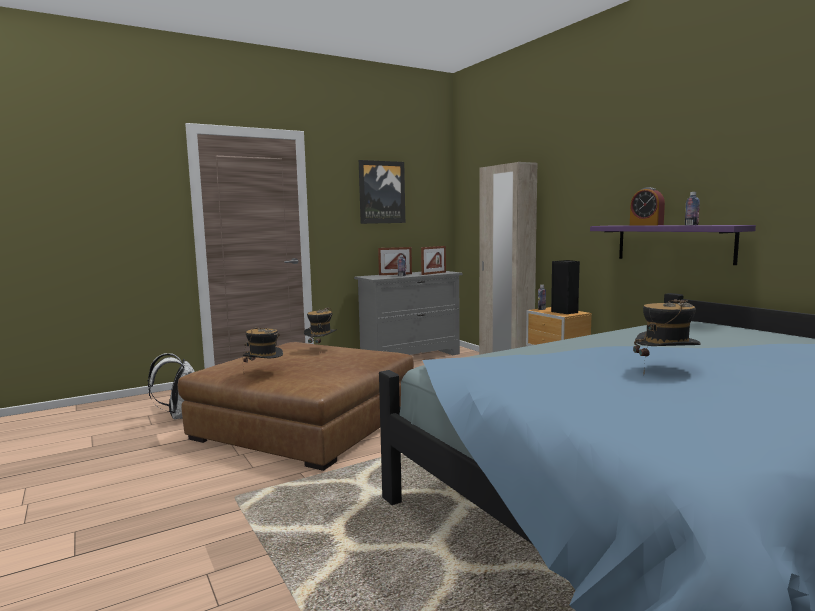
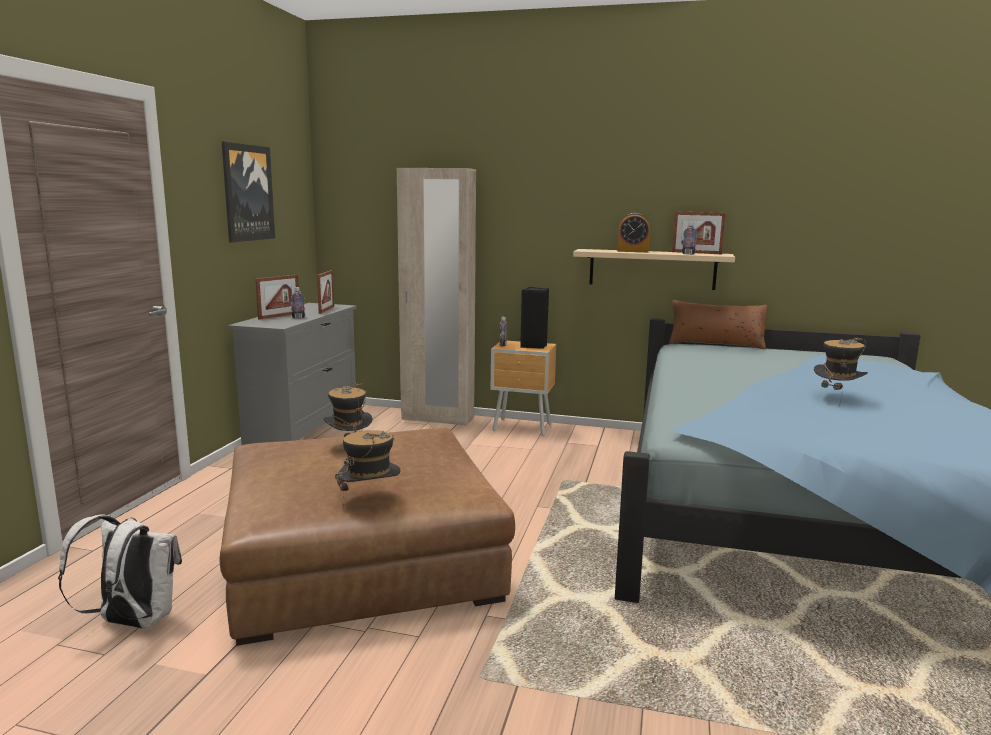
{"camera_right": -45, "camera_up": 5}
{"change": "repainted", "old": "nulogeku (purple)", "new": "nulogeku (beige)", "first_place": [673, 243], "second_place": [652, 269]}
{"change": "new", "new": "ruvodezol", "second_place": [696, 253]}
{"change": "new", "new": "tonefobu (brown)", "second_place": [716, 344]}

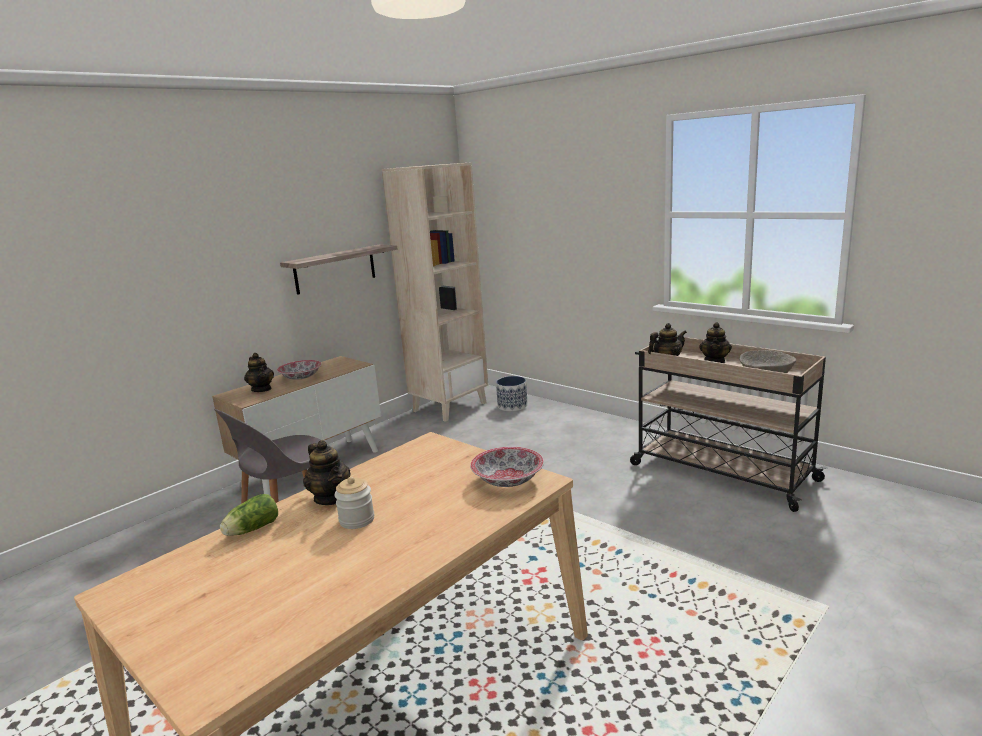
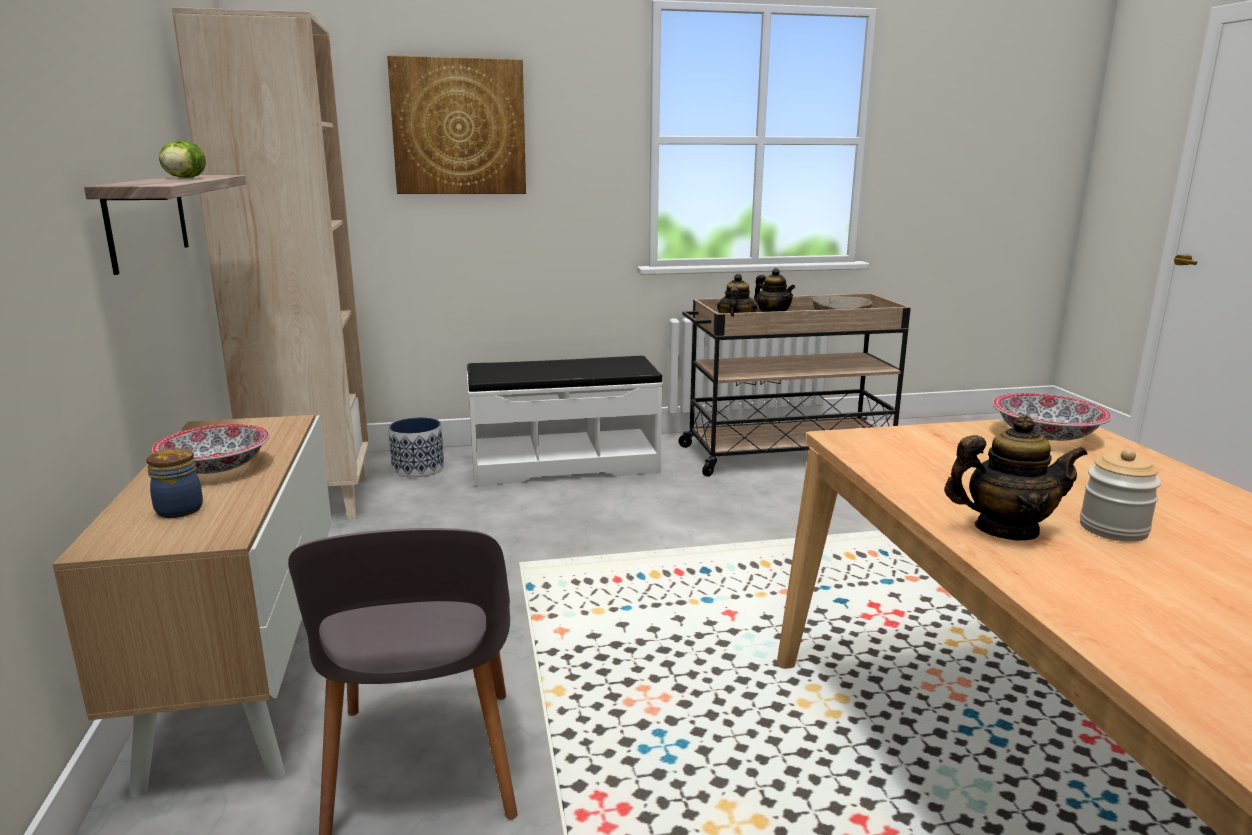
{"camera_right": -55, "camera_up": 0}
{"change": "swapped", "old": "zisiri", "new": "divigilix", "first_place": [262, 389], "second_place": [181, 509]}
{"change": "shifted", "old": "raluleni", "first_place": [251, 530], "second_place": [182, 178]}
{"change": "new", "new": "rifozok", "second_place": [459, 127]}
{"change": "new", "new": "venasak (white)", "second_place": [564, 464]}

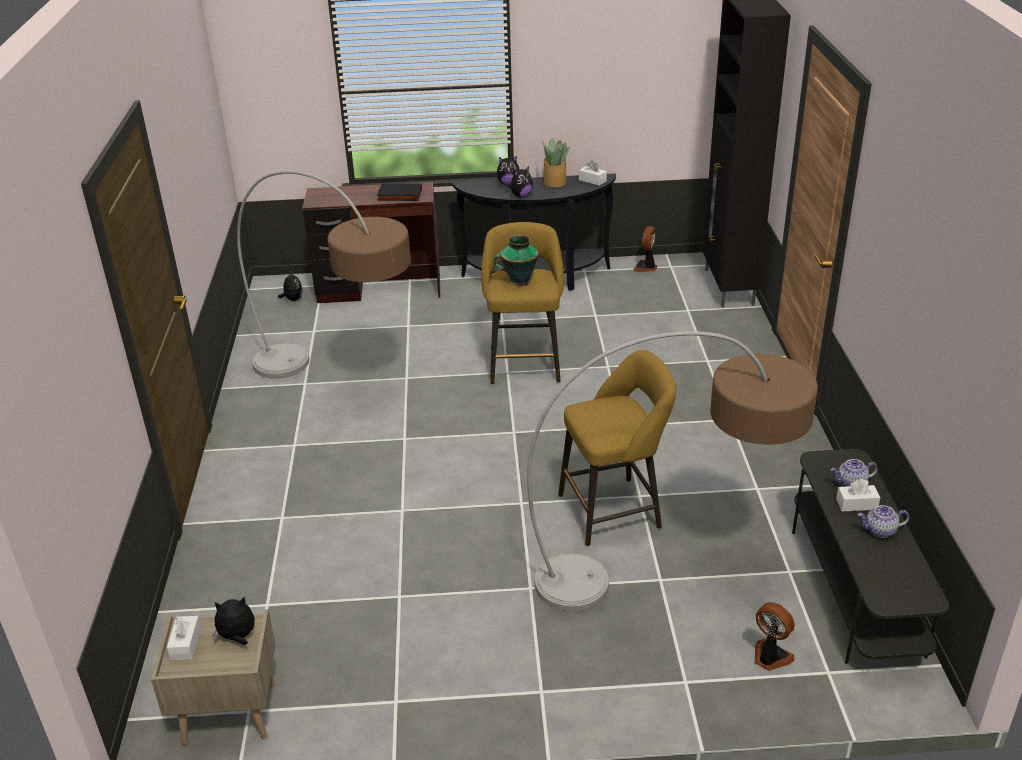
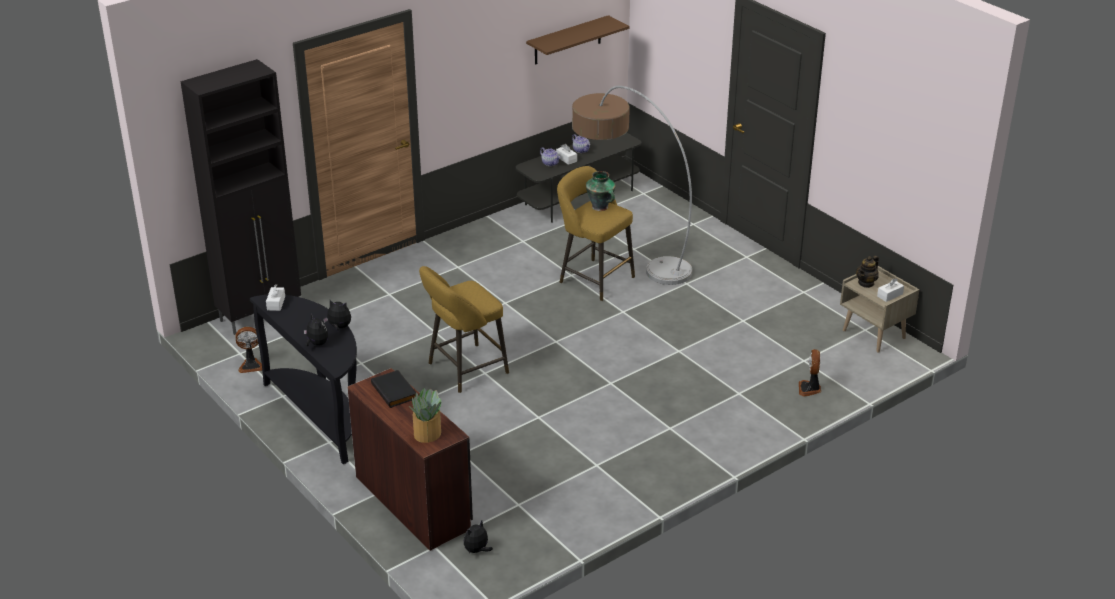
{"camera_right": -125, "camera_up": 0}
{"change": "shifted", "old": "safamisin", "first_place": [555, 181], "second_place": [426, 434]}
{"change": "gone", "old": "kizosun", "first_place": [341, 384]}
{"change": "shifted", "old": "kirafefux", "first_place": [518, 281], "second_place": [600, 207]}
{"change": "swapped", "old": "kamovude", "new": "zisiri", "first_place": [237, 637], "second_place": [866, 283]}
{"change": "shifted", "old": "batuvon", "first_place": [770, 657], "second_place": [810, 389]}
{"change": "new", "new": "nulogeku (brown)", "second_place": [567, 40]}

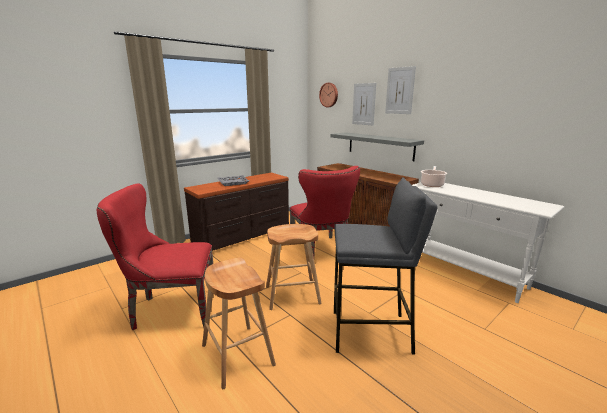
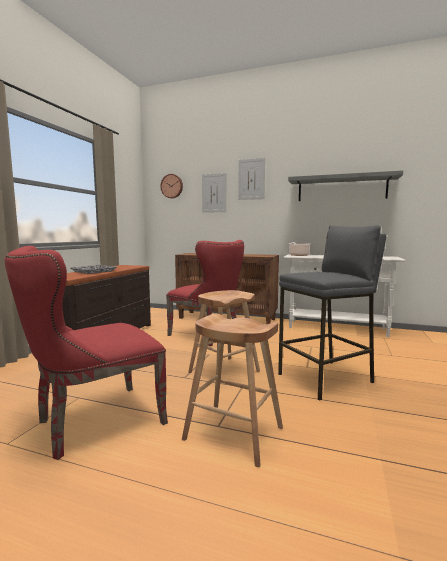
{"camera_right": -30, "camera_up": -10}
{"change": "shifted", "old": "nulogeku (grey)", "first_place": [380, 146], "second_place": [341, 188]}

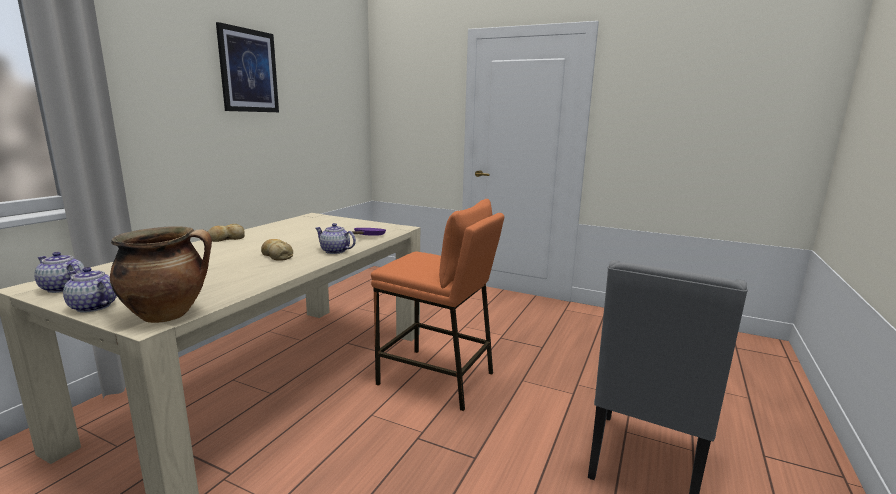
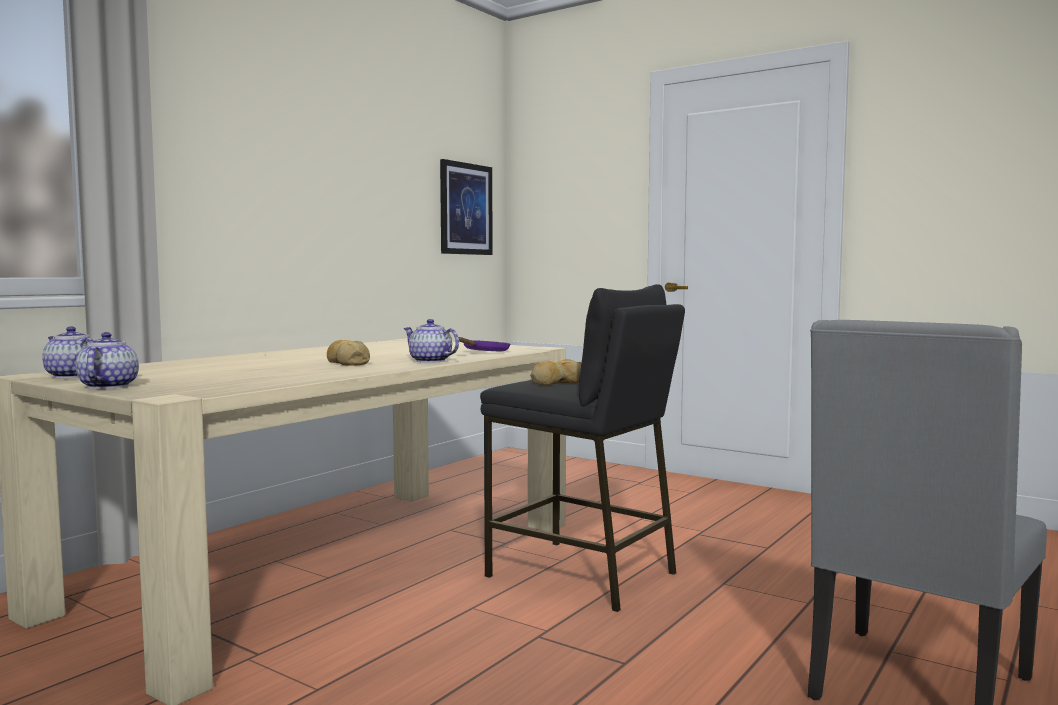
{"camera_right": 10, "camera_up": -10}
{"change": "shifted", "old": "rifozok", "first_place": [248, 71], "second_place": [465, 209]}
{"change": "repainted", "old": "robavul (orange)", "new": "robavul (black)", "first_place": [436, 378], "second_place": [582, 574]}
{"change": "shifted", "old": "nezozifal", "first_place": [226, 238], "second_place": [556, 382]}
{"change": "gone", "old": "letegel", "first_place": [169, 314]}
{"change": "rotated", "old": "zisiri", "first_place": [93, 307], "second_place": [107, 386], "degrees": 45}

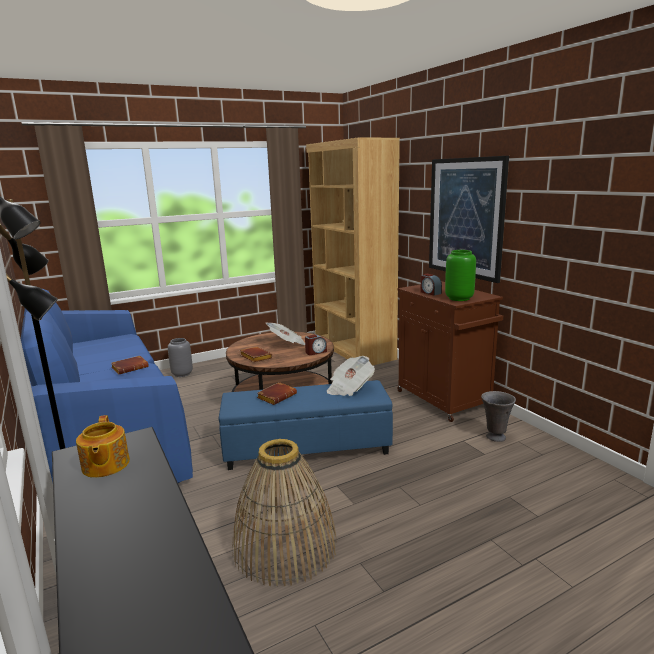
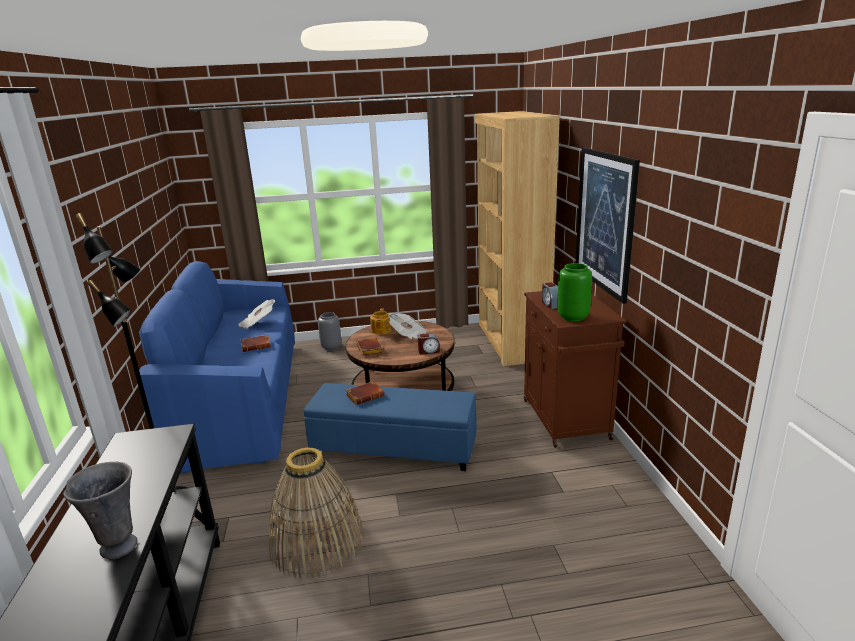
{"camera_right": 20, "camera_up": 5}
{"change": "shifted", "old": "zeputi", "first_place": [349, 388], "second_place": [258, 323]}
{"change": "shifted", "old": "kirafefux (grey)", "first_place": [495, 437], "second_place": [118, 546]}
{"change": "shifted", "old": "zisiri", "first_place": [105, 465], "second_place": [381, 330]}

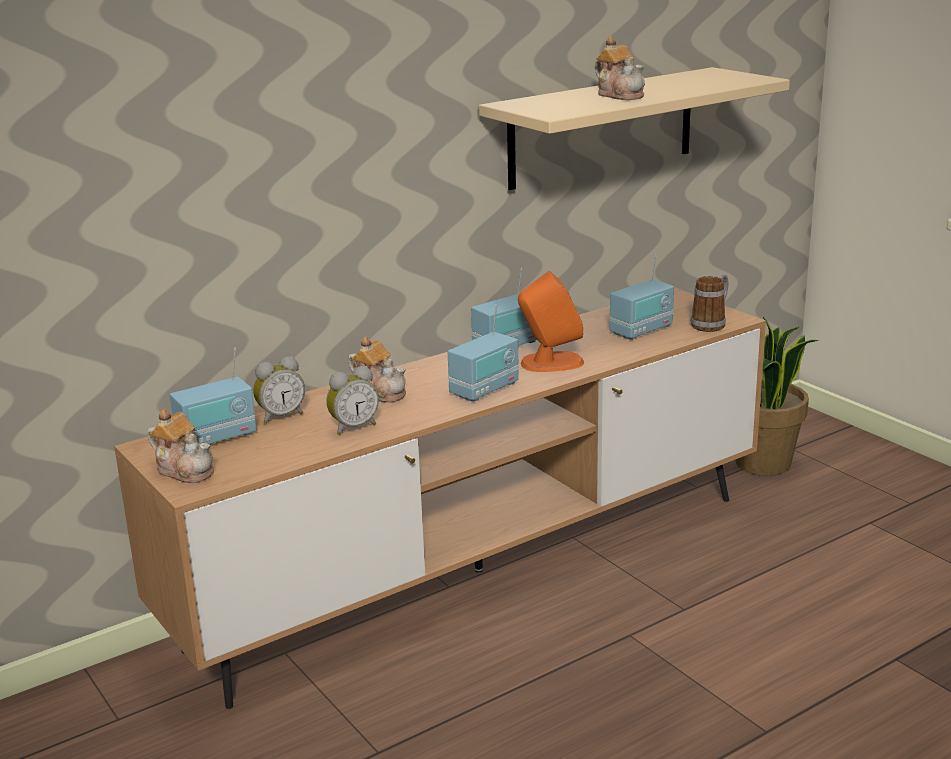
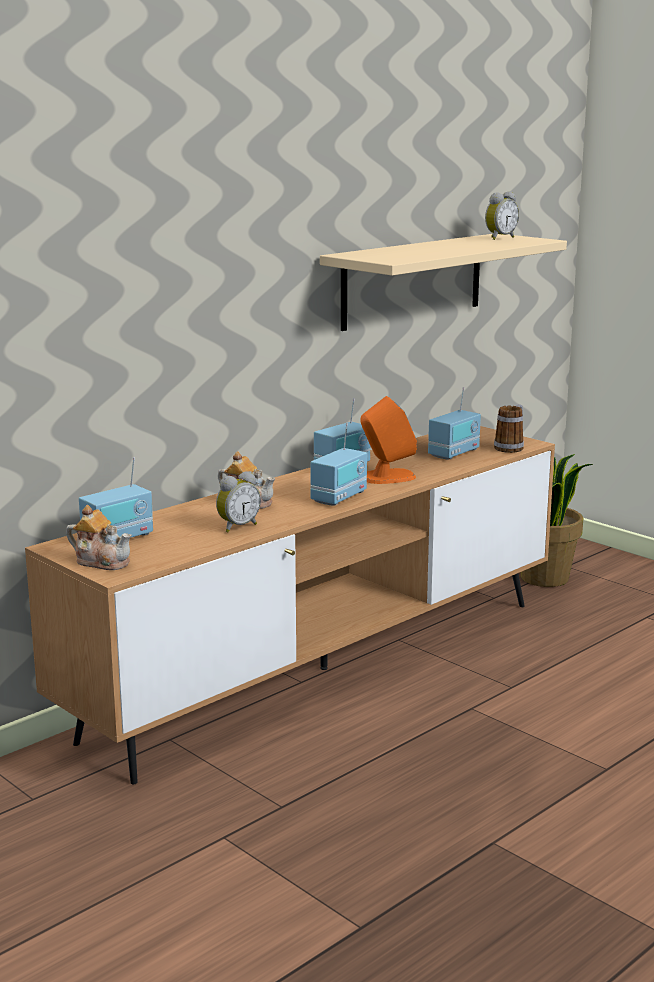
{"camera_right": -10, "camera_up": -5}
{"change": "gone", "old": "zisiri", "first_place": [620, 95]}
{"change": "shifted", "old": "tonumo", "first_place": [280, 416], "second_place": [499, 238]}

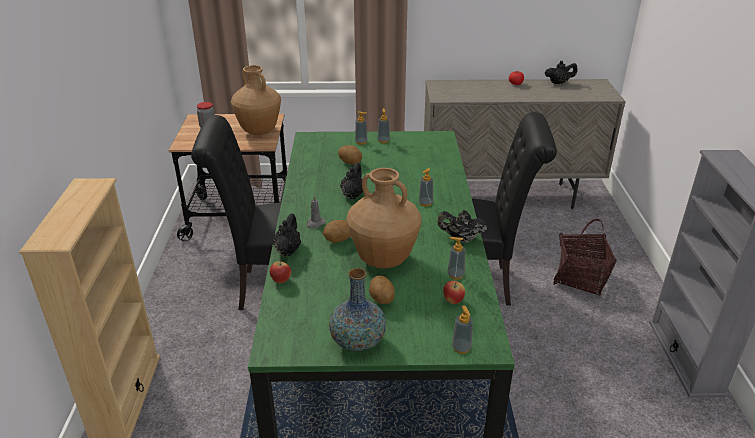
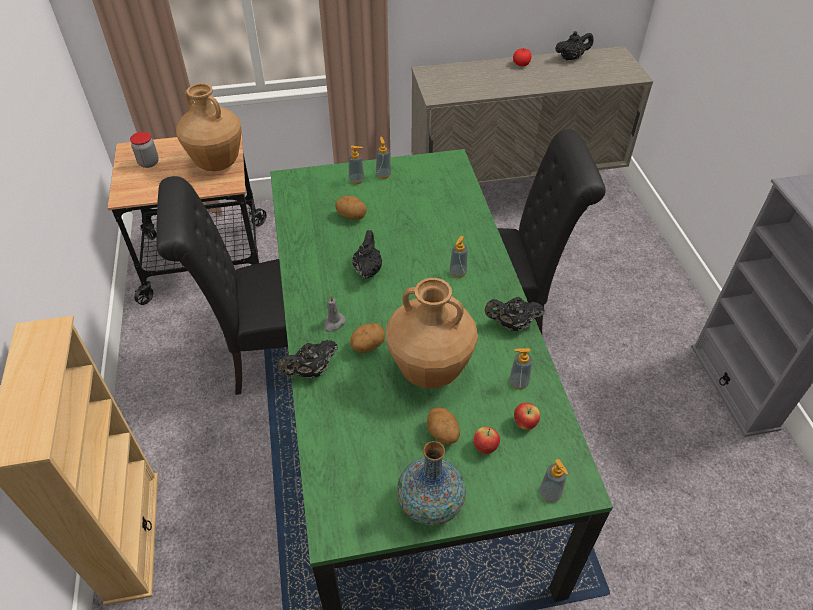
{"camera_right": -10, "camera_up": 15}
{"change": "rotated", "old": "zisiri (black)", "first_place": [288, 250], "second_place": [311, 371], "degrees": -120}
{"change": "gone", "old": "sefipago", "first_place": [580, 278]}
{"change": "shifted", "old": "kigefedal", "first_place": [281, 281], "second_place": [485, 448]}

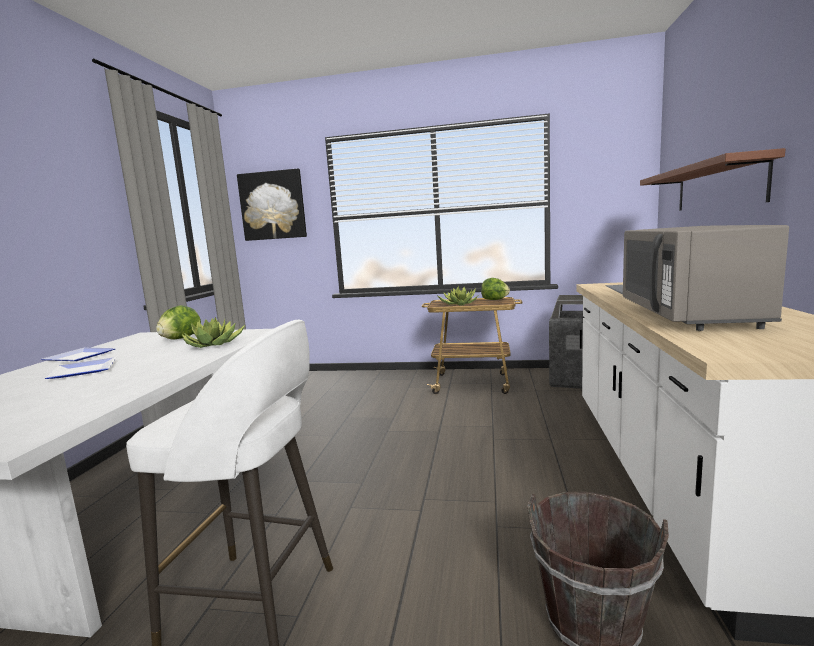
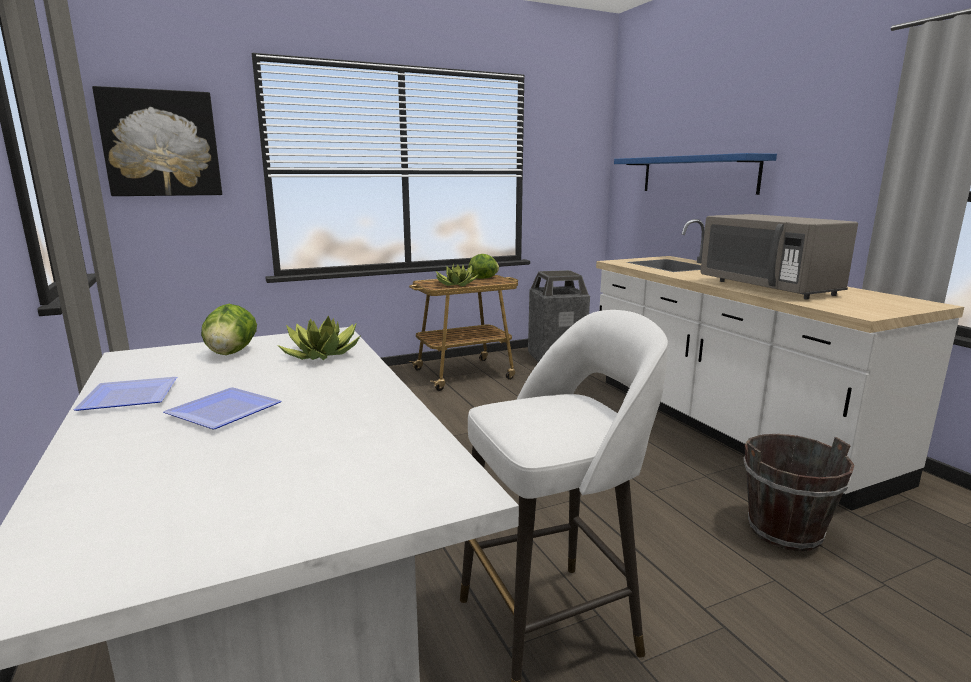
{"camera_right": -35, "camera_up": 5}
{"change": "repainted", "old": "nulogeku (brown)", "new": "nulogeku (blue)", "first_place": [718, 186], "second_place": [697, 174]}

